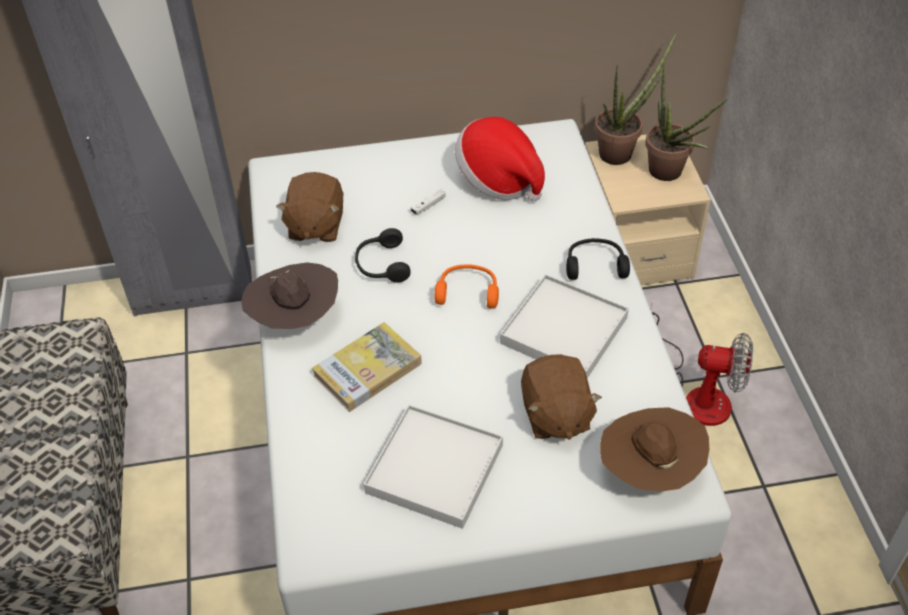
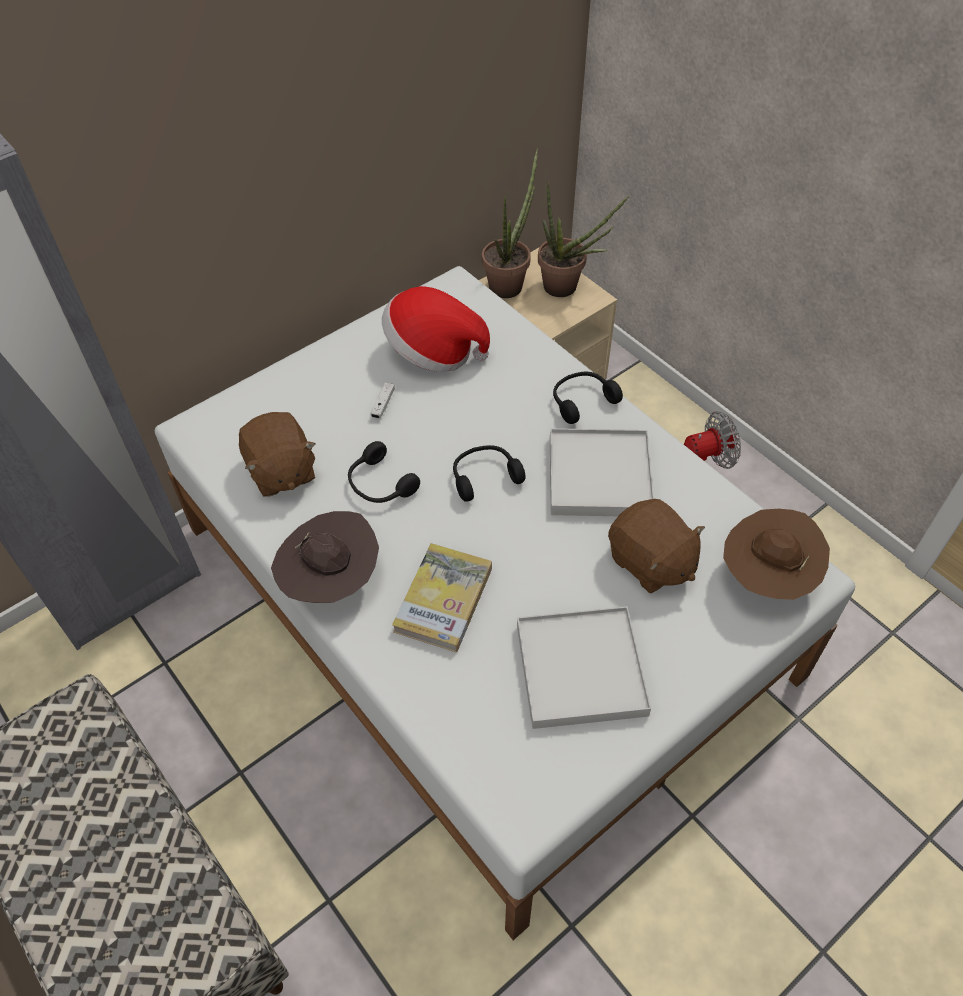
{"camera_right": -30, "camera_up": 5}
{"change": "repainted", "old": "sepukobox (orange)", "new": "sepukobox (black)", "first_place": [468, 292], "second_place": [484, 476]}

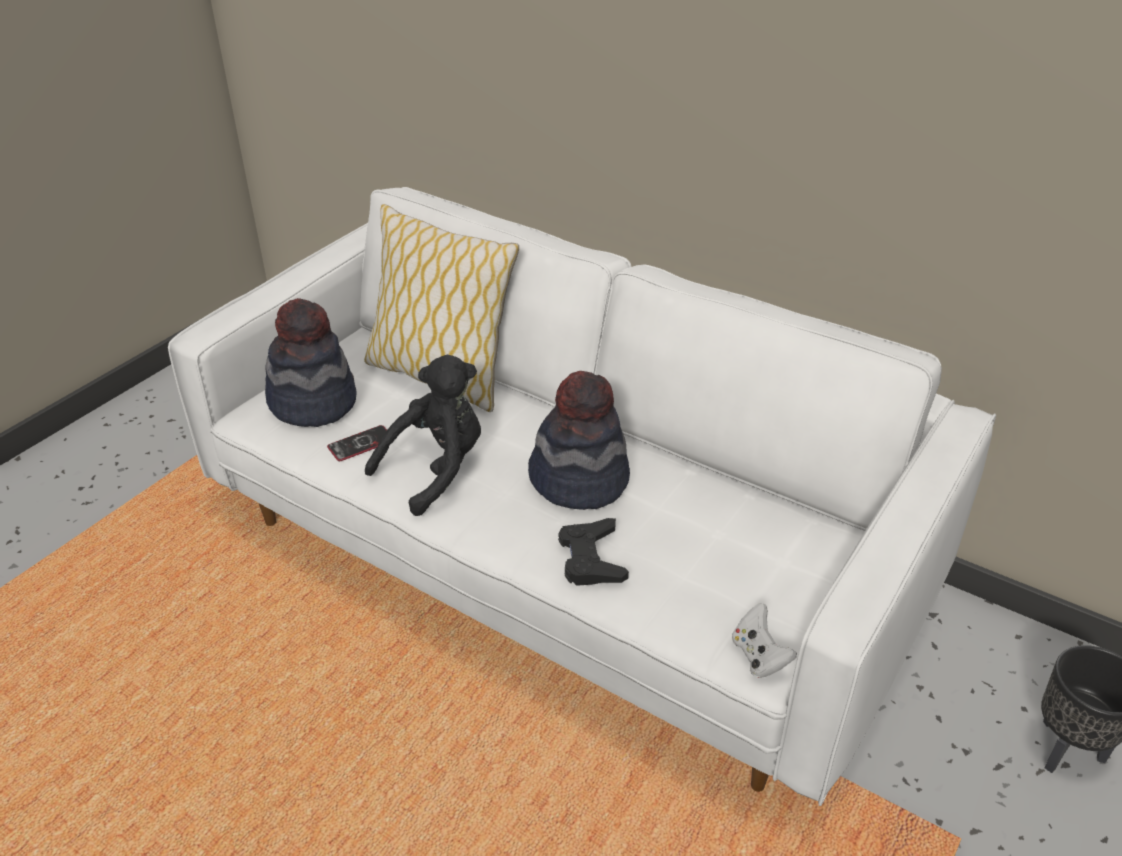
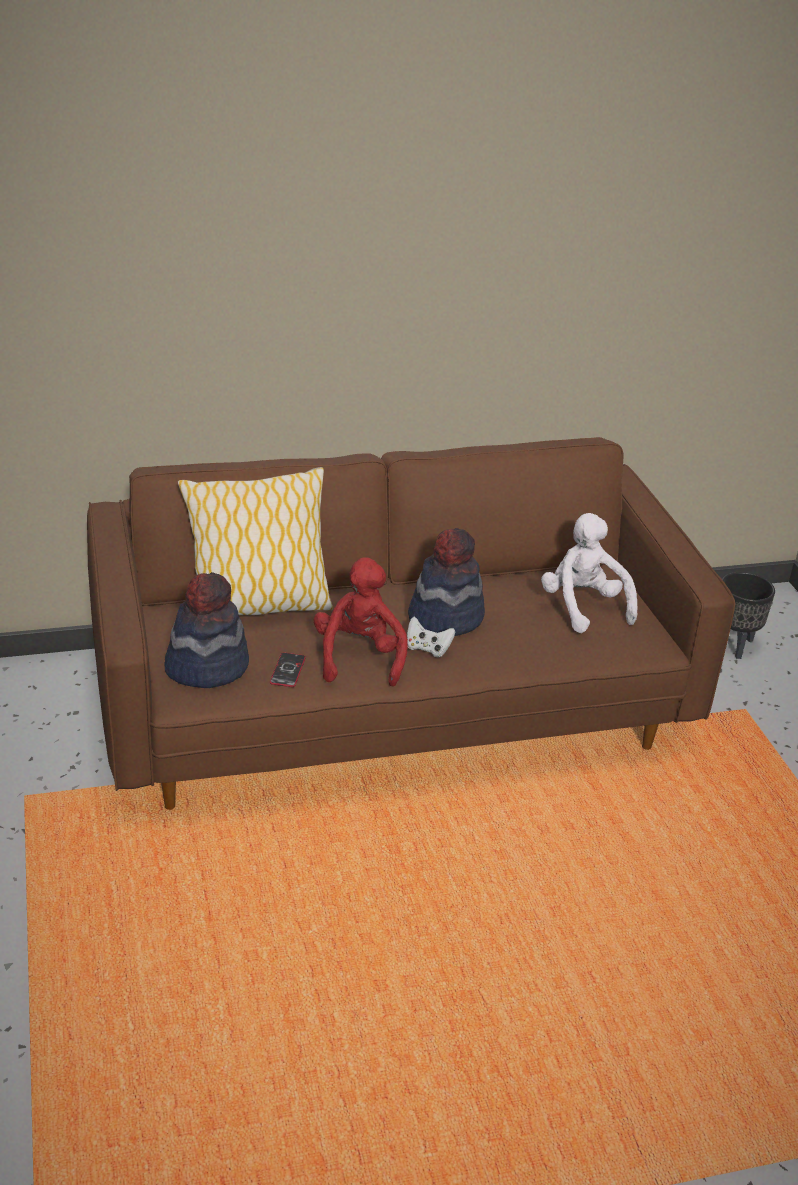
{"camera_right": -50, "camera_up": -5}
{"change": "repainted", "old": "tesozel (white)", "new": "tesozel (brown)", "first_place": [561, 556], "second_place": [391, 706]}
{"change": "repainted", "old": "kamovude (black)", "new": "kamovude (red)", "first_place": [436, 470], "second_place": [359, 657]}
{"change": "gone", "old": "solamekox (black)", "first_place": [591, 559]}
{"change": "shifted", "old": "solamekox (white)", "first_place": [759, 656], "second_place": [427, 649]}
{"change": "new", "new": "kamovude (white)", "second_place": [583, 607]}

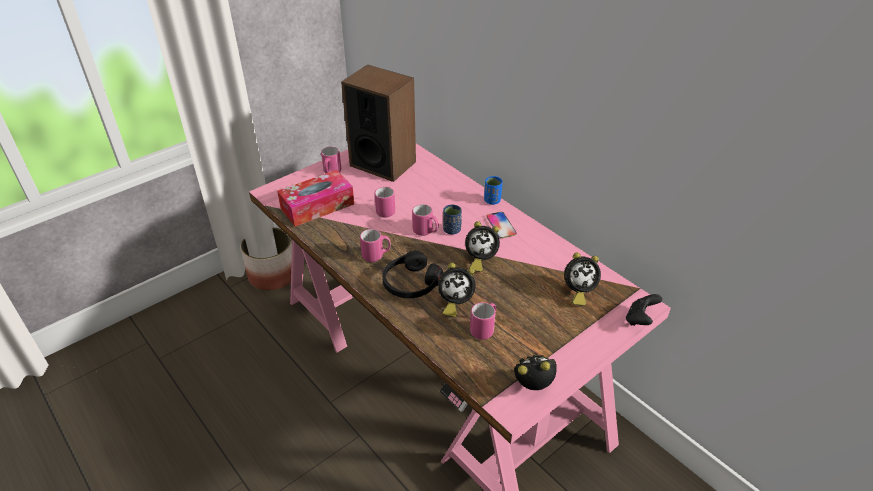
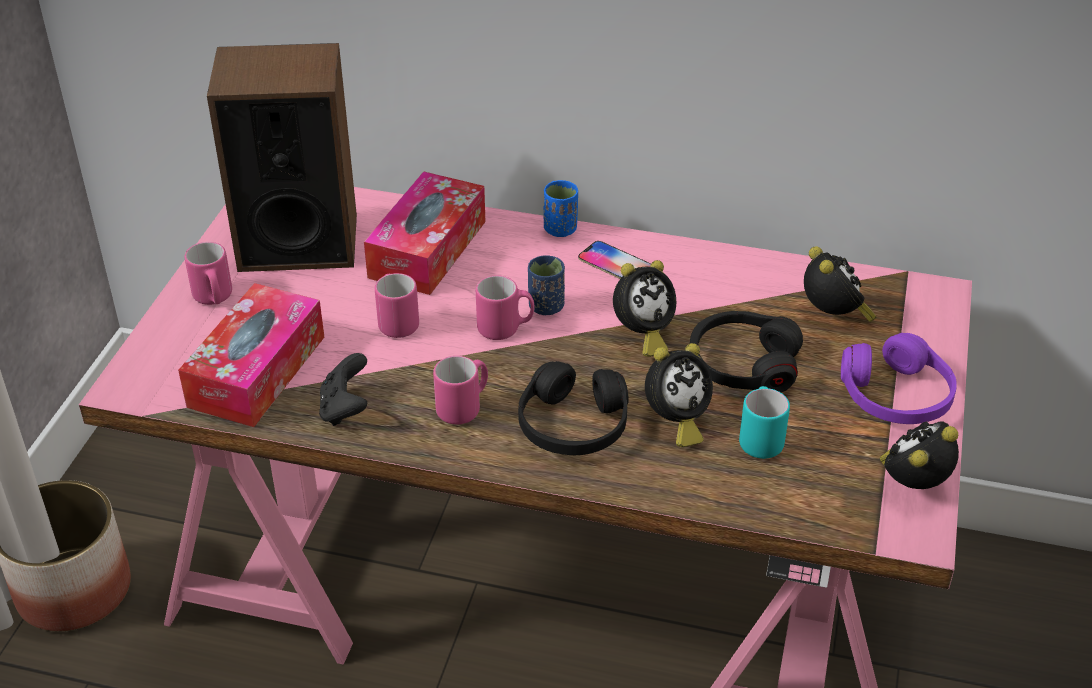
{"camera_right": -35, "camera_up": 0}
{"change": "rotated", "old": "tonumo", "first_place": [577, 292], "second_place": [833, 317], "degrees": -60}
{"change": "shifted", "old": "solamekox (black)", "first_place": [640, 319], "second_place": [345, 409]}
{"change": "repainted", "old": "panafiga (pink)", "new": "panafiga (turquoise)", "first_place": [484, 329], "second_place": [760, 439]}
{"change": "new", "new": "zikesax", "second_place": [427, 249]}
{"change": "new", "new": "sepukobox (black)", "second_place": [743, 364]}
{"change": "new", "new": "sepukobox (purple)", "second_place": [896, 396]}

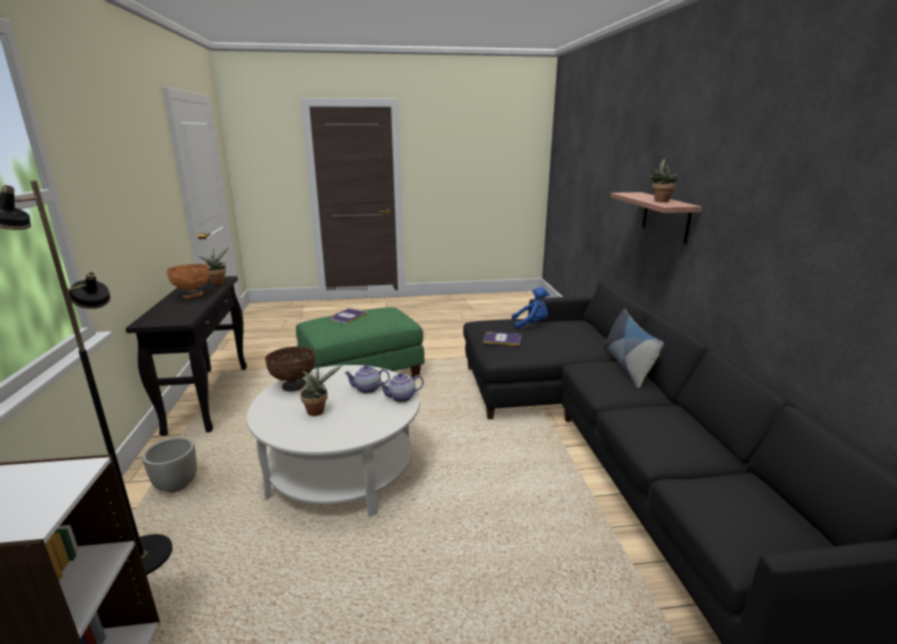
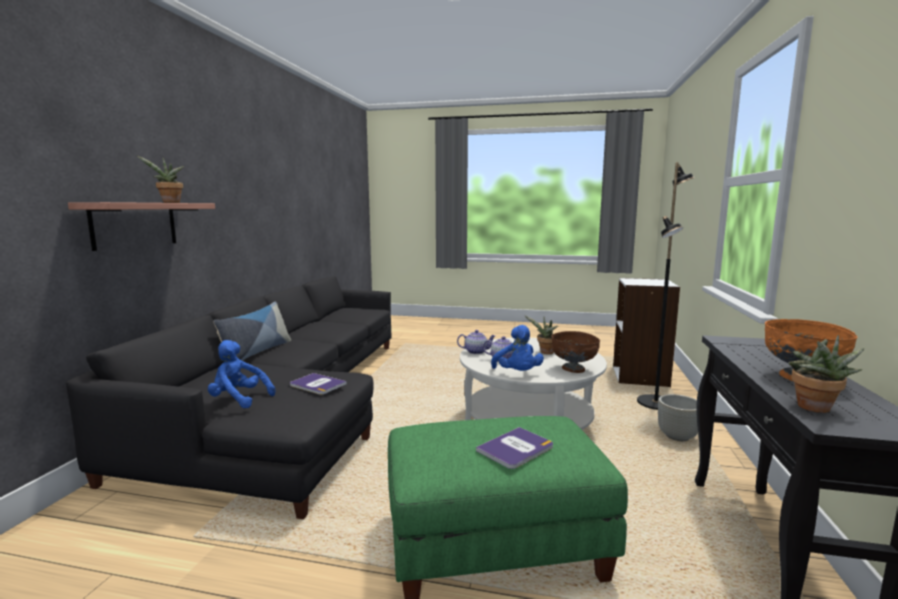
{"camera_right": -160, "camera_up": -10}
{"change": "new", "new": "kamovude (blue)", "second_place": [517, 374]}

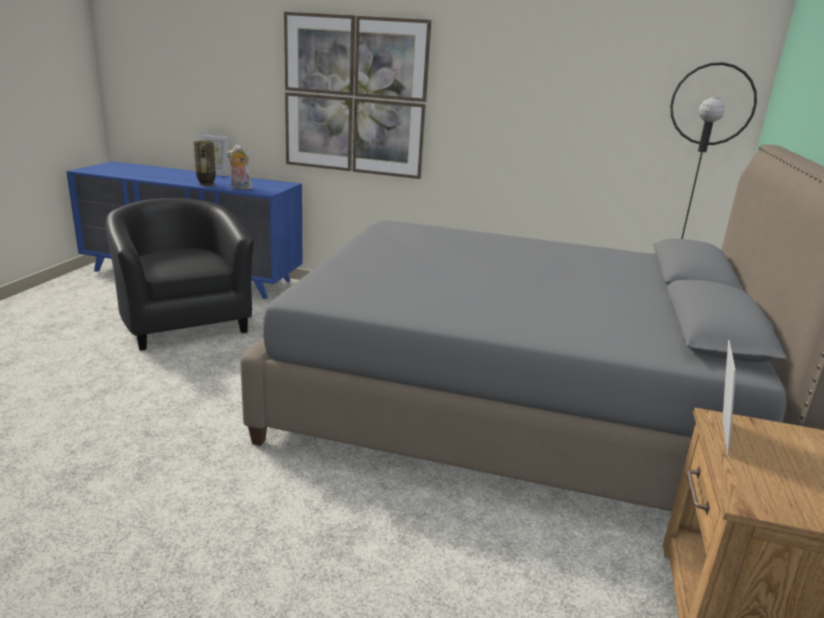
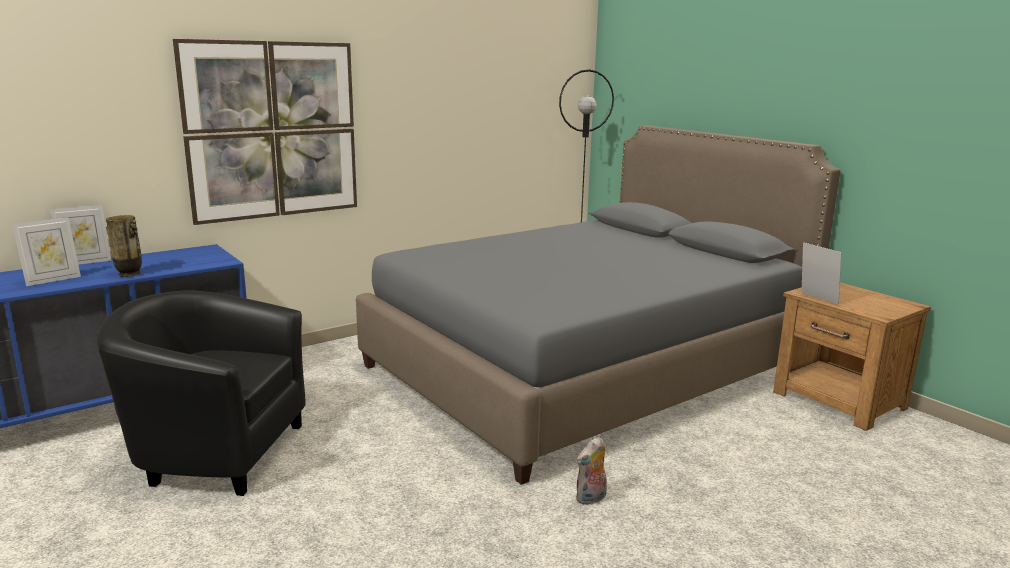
{"camera_right": -50, "camera_up": -5}
{"change": "shifted", "old": "kamovude", "first_place": [240, 188], "second_place": [591, 499]}
{"change": "new", "new": "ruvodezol", "second_place": [52, 280]}

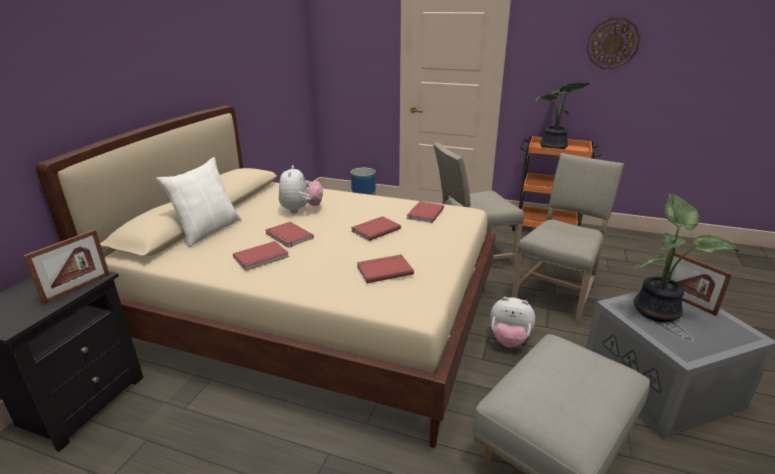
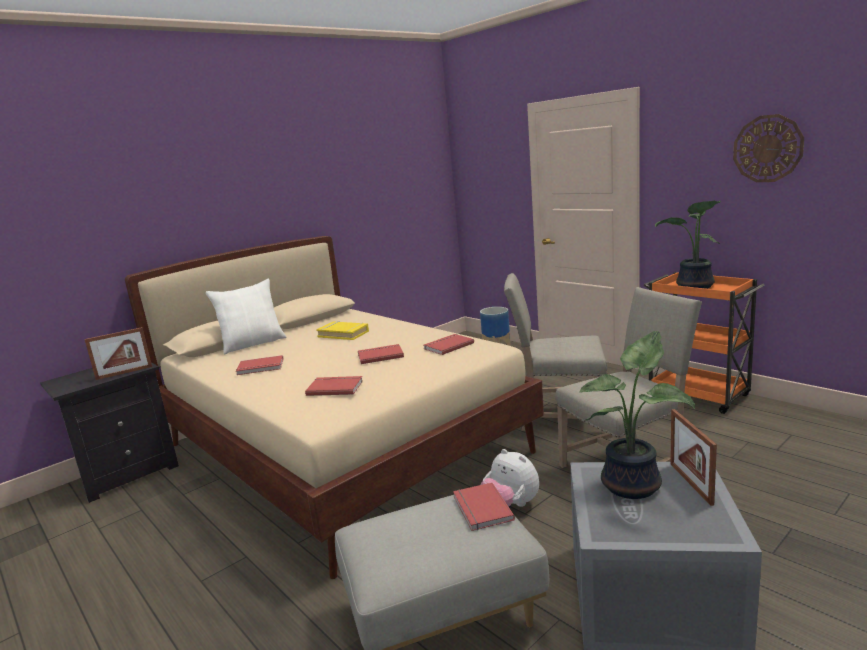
{"camera_right": 30, "camera_up": -10}
{"change": "swapped", "old": "kamovude", "new": "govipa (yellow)", "first_place": [301, 210], "second_place": [343, 334]}
{"change": "shifted", "old": "govipa (red)", "first_place": [288, 236], "second_place": [480, 509]}

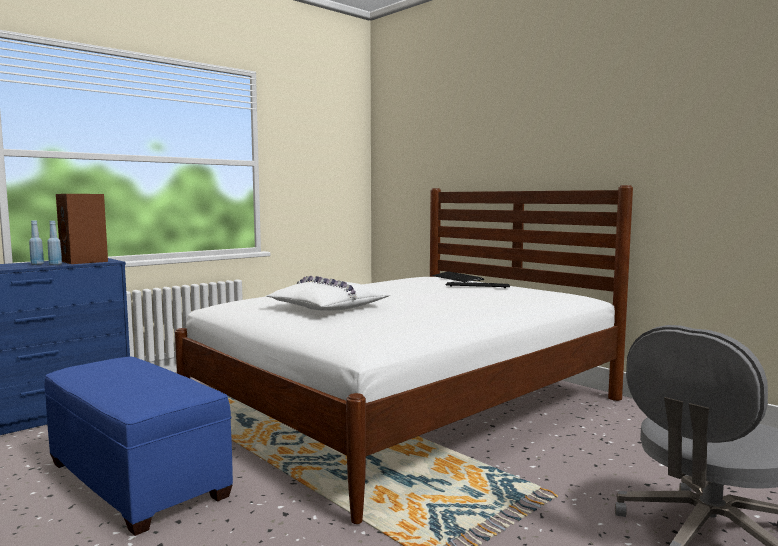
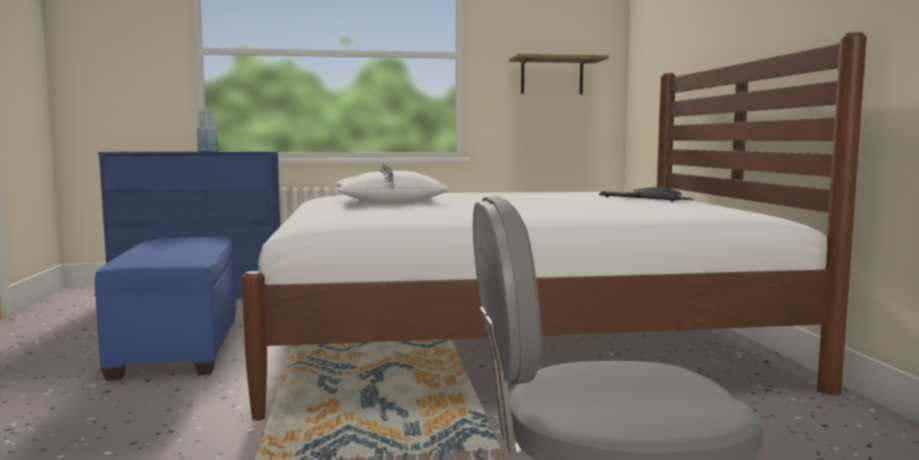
{"camera_right": 35, "camera_up": 0}
{"change": "gone", "old": "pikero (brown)", "first_place": [85, 261]}
{"change": "new", "new": "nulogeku", "second_place": [552, 76]}

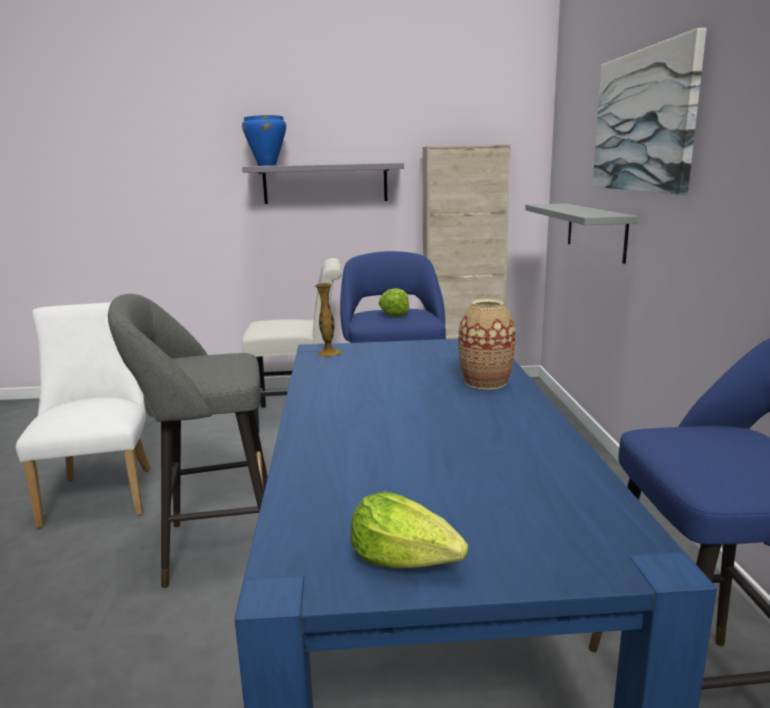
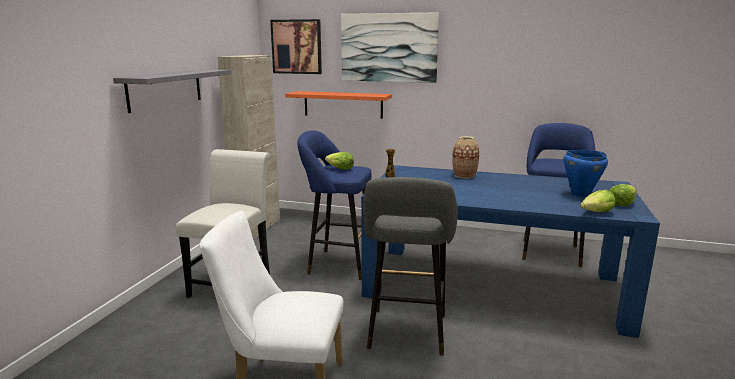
{"camera_right": -70, "camera_up": 0}
{"change": "shifted", "old": "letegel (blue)", "first_place": [267, 165], "second_place": [580, 194]}
{"change": "repainted", "old": "nulogeku (grey)", "new": "nulogeku (orange)", "first_place": [595, 231], "second_place": [343, 104]}
{"change": "new", "new": "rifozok", "second_place": [296, 47]}
{"change": "new", "new": "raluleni", "second_place": [597, 212]}

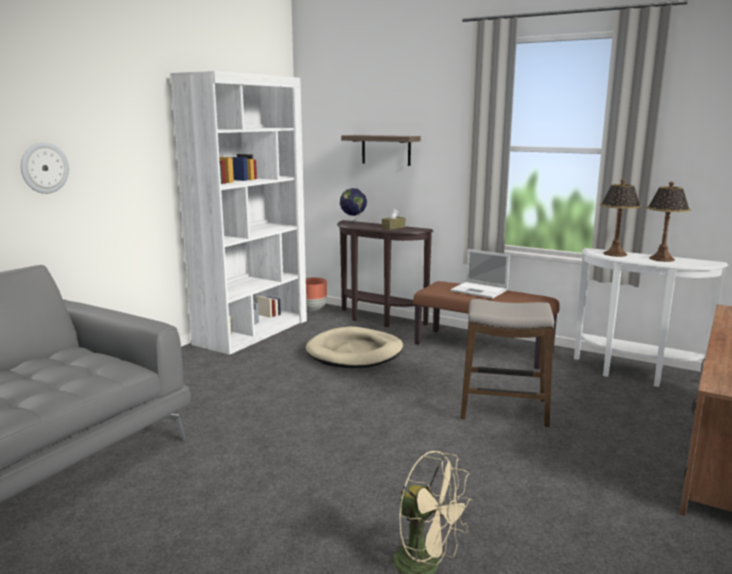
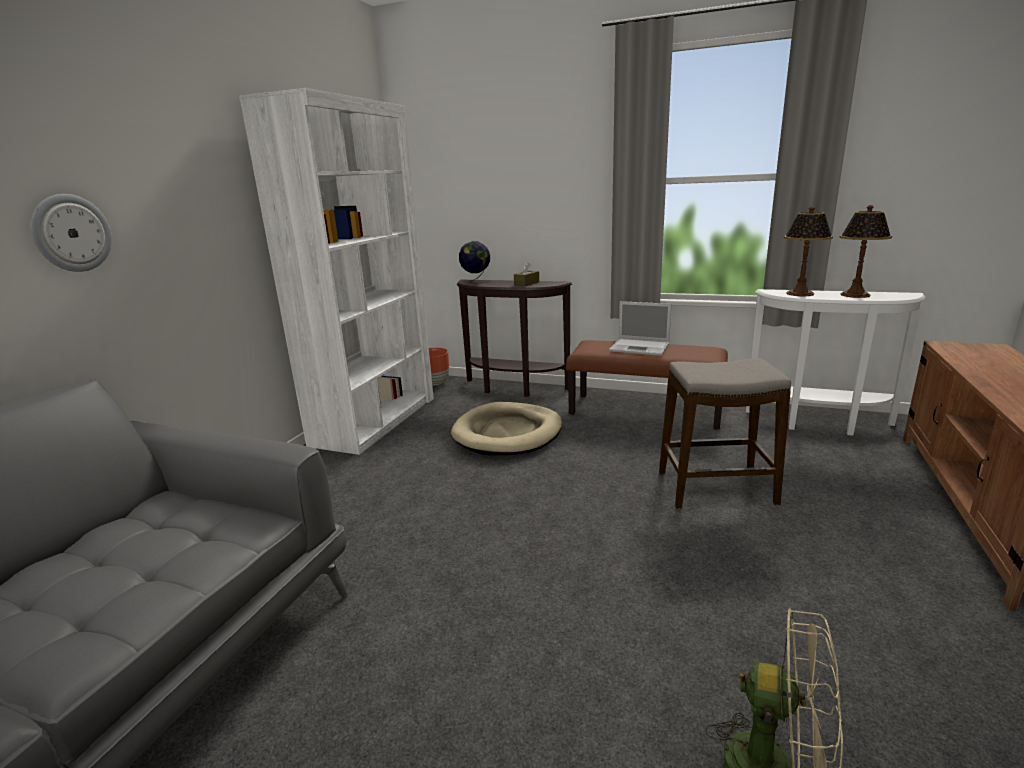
{"camera_right": -10, "camera_up": 5}
{"change": "gone", "old": "nulogeku", "first_place": [386, 150]}

